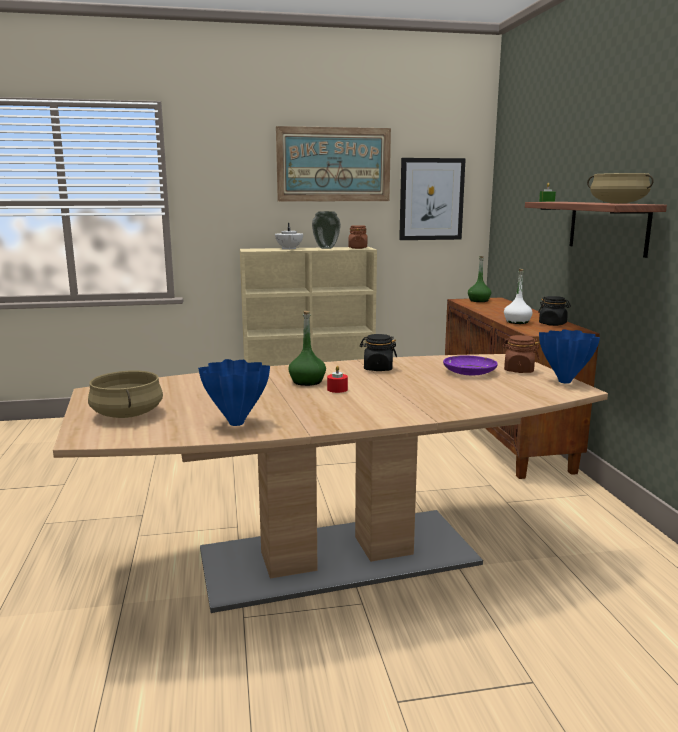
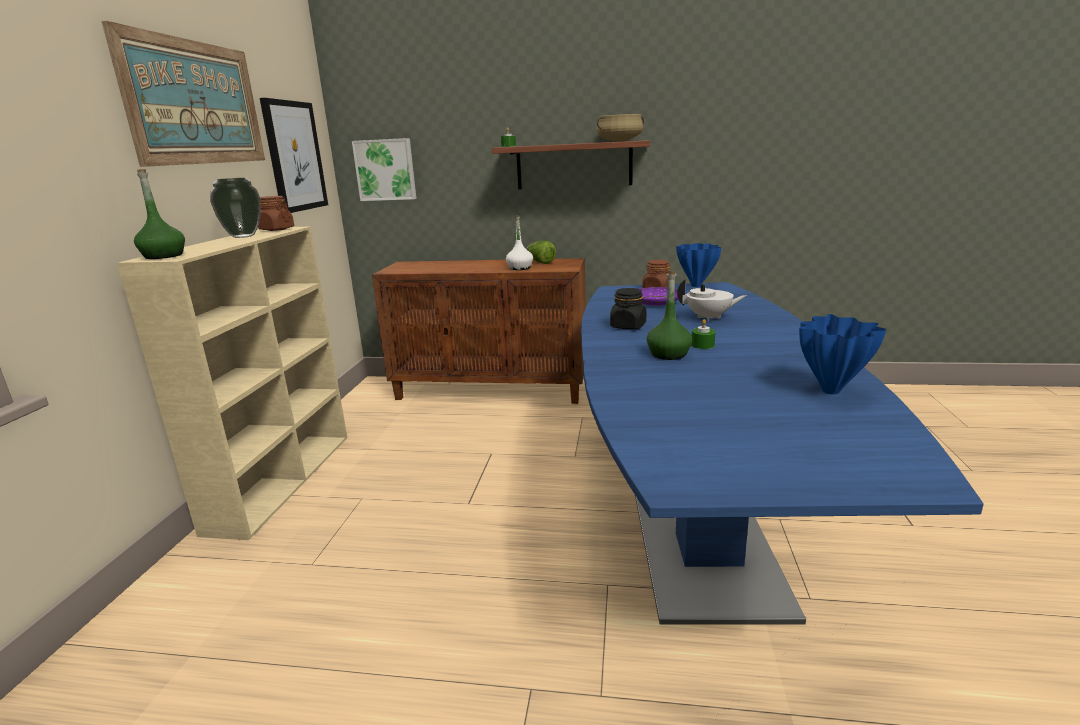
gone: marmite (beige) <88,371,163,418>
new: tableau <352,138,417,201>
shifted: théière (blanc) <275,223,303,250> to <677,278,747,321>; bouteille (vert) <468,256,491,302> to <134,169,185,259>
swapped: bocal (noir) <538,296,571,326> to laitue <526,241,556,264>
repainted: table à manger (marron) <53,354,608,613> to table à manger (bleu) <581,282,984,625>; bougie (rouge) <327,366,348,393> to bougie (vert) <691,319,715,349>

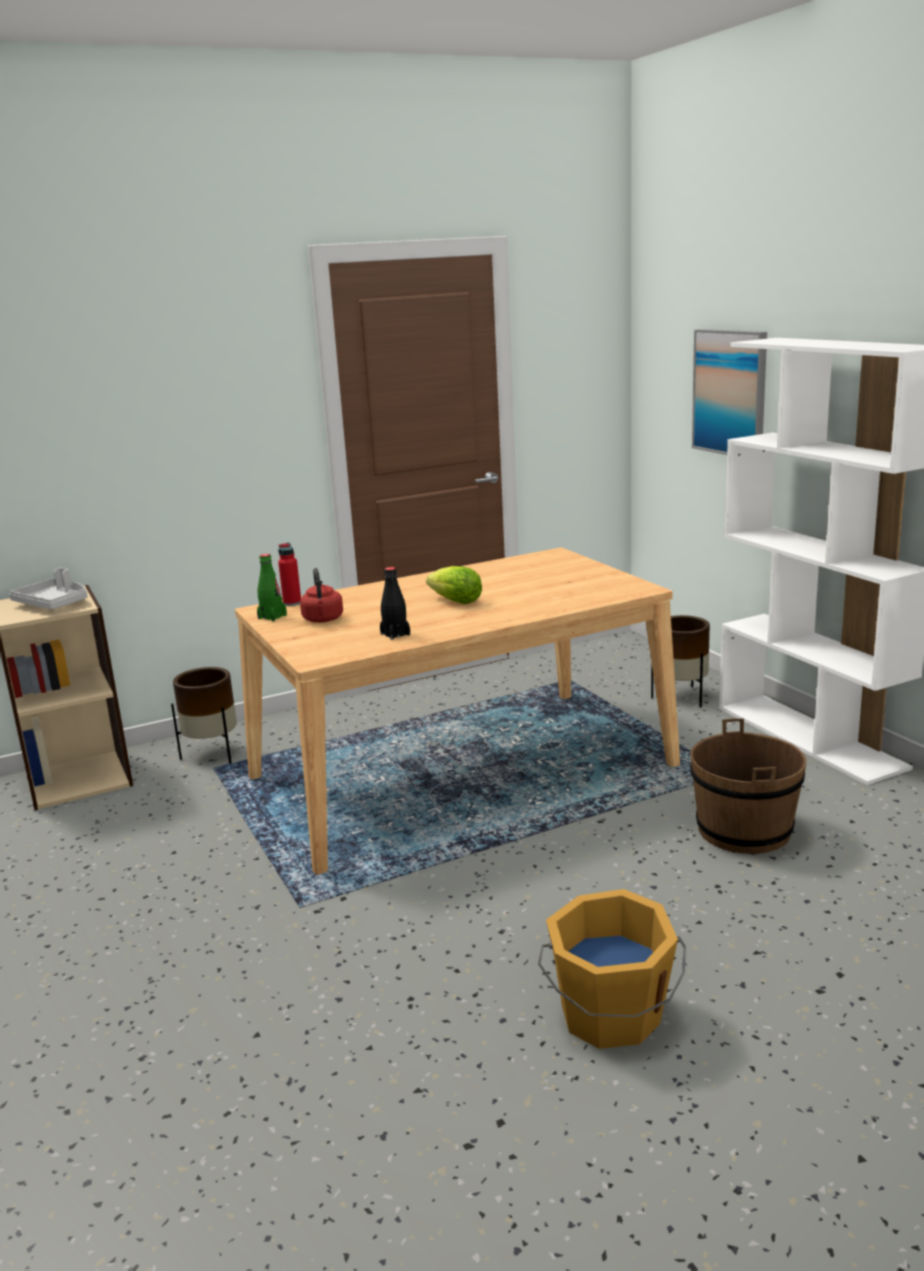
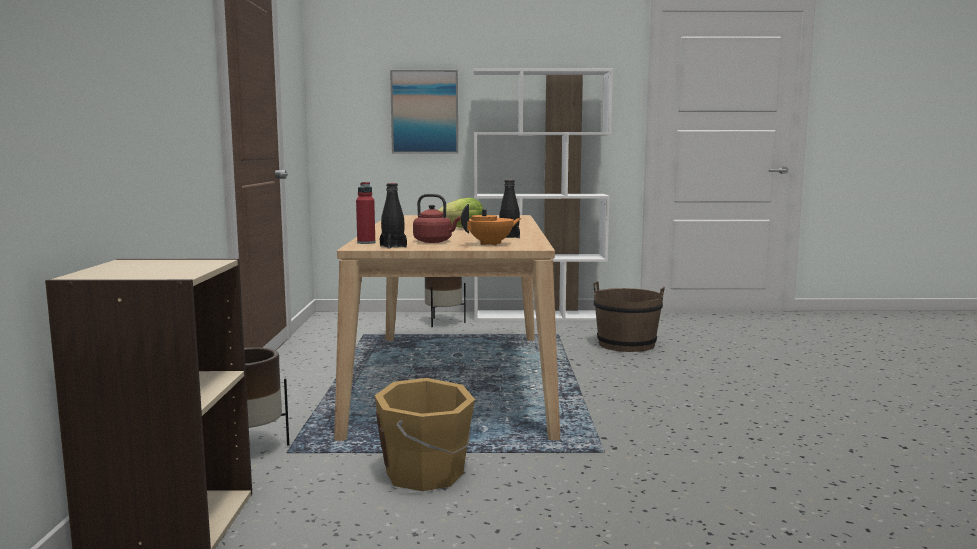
gone: plateau (gris) <9,568,88,609>
new: théière (orange) <461,204,521,246>
shifted: seau (orange) <538,889,686,1049> to <374,378,475,491>
repainted: bouteille (vert) <257,554,287,621> to bouteille (noir) <380,183,407,249>

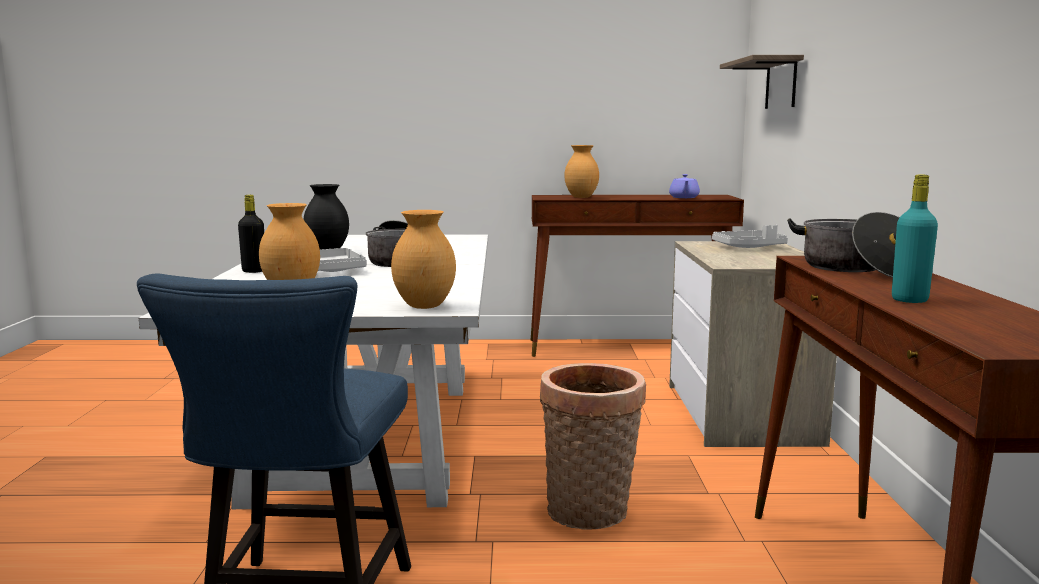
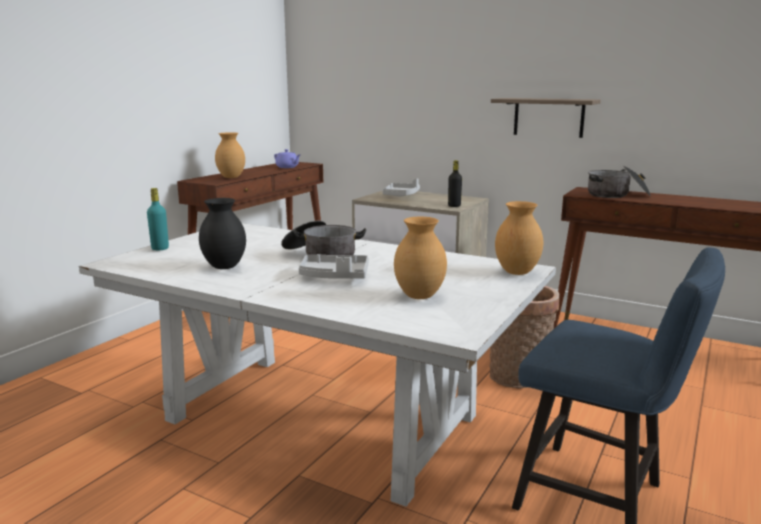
shifted: étagère <720,55,804,109> to <491,98,601,138>; bouteille (turquoise) <892,175,938,303> to <147,188,169,250>; bouteille (noir) <238,195,264,273> to <448,160,462,207>

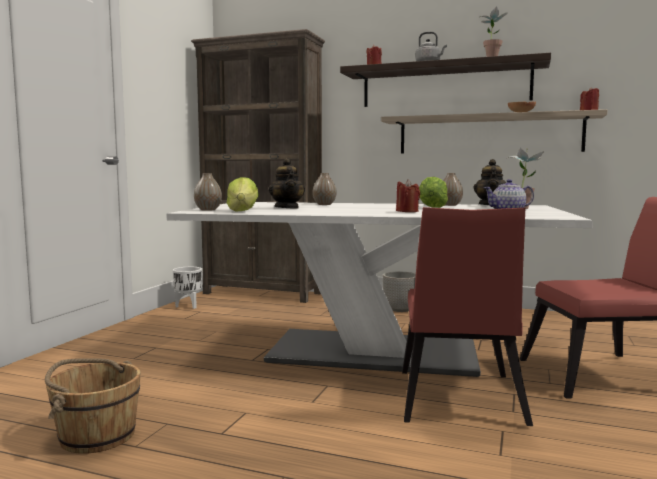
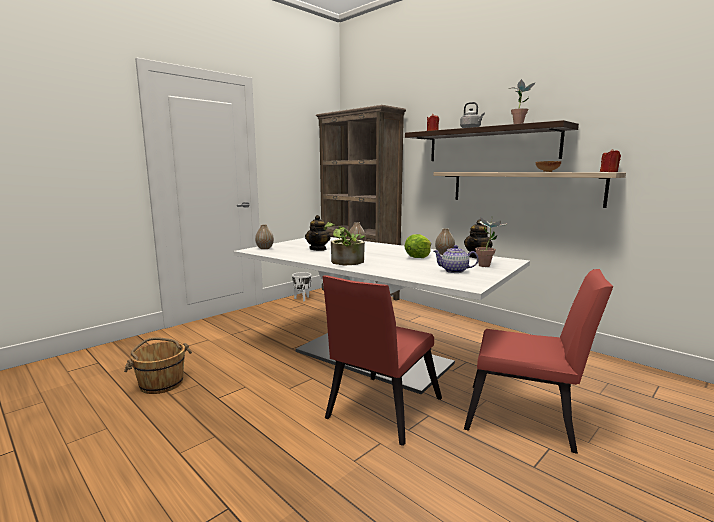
gone: laitue <227,177,259,212>; bougie (rouge) <396,179,420,212>; cache-pot <382,272,416,312>
new: plante en pot <323,222,365,266>

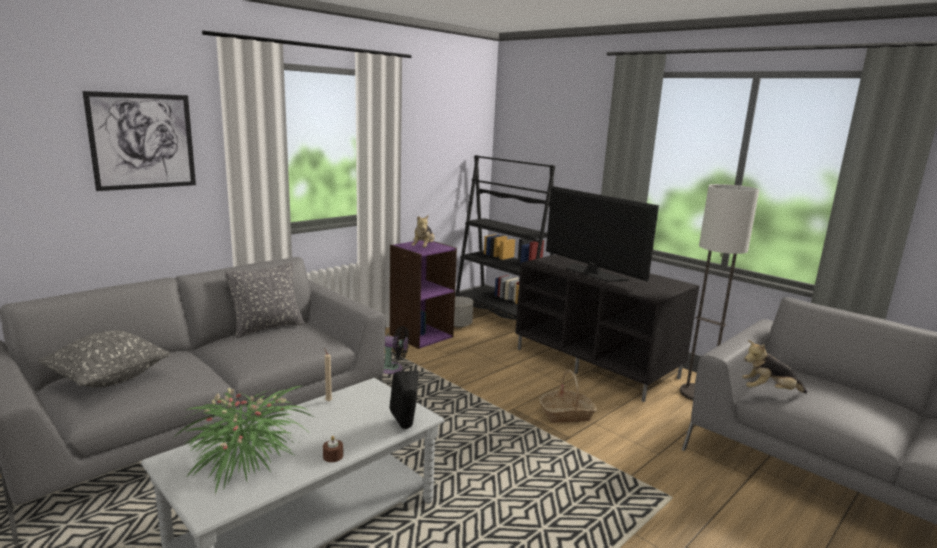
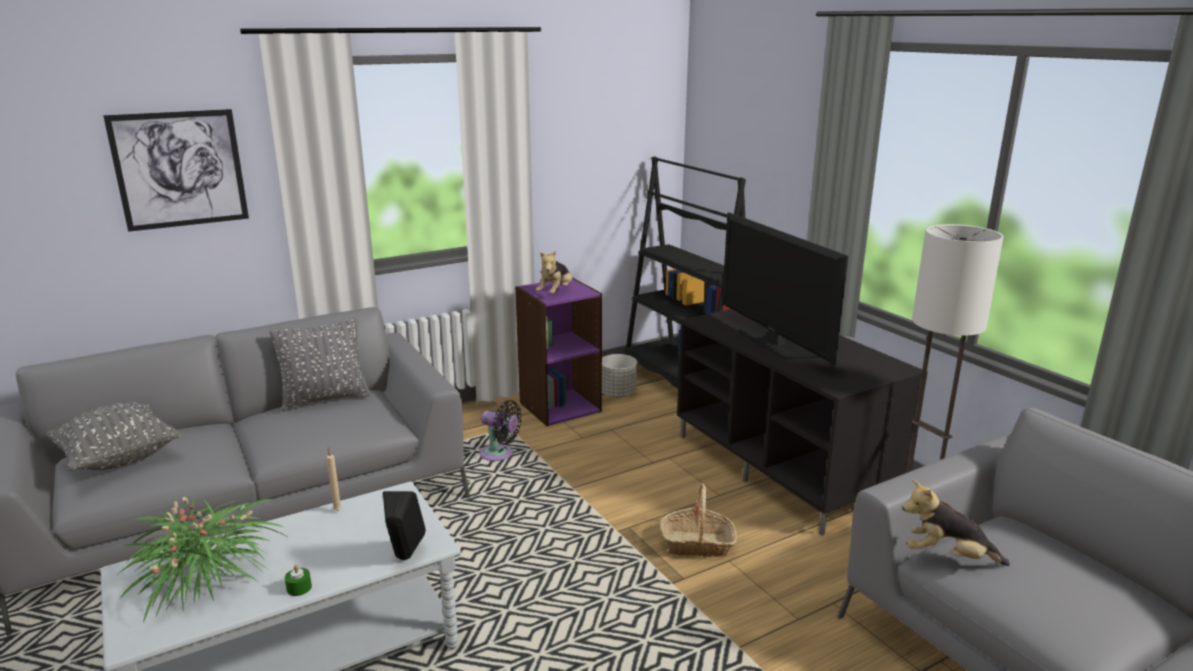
repainted: bougie (marron) <323,436,343,462> to bougie (vert) <285,564,312,596>

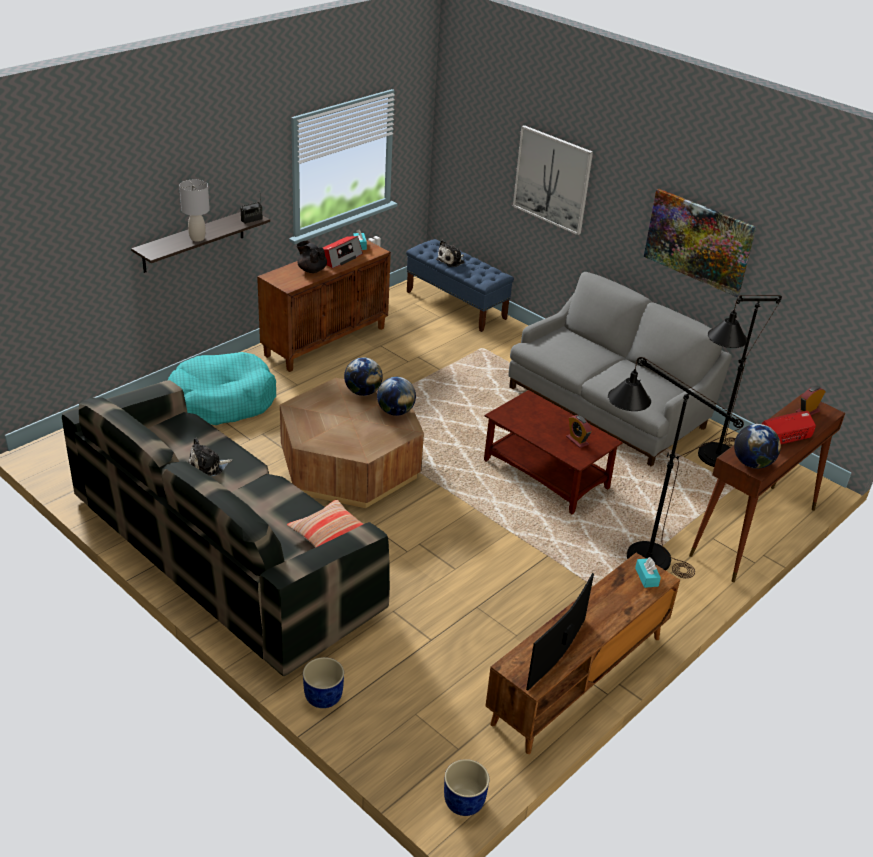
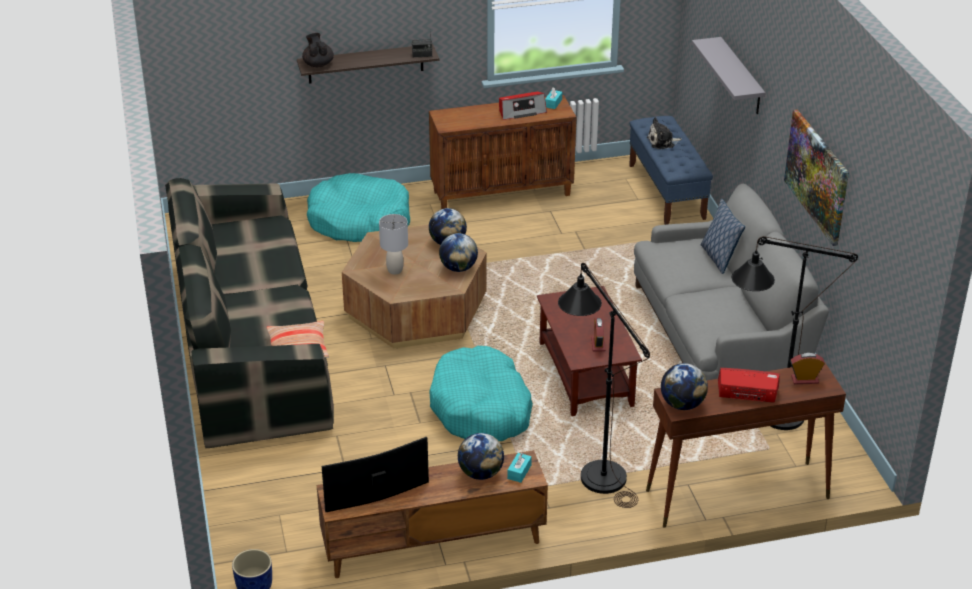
gone: peluche <188,438,232,477>; cache-pot (bleu) <303,657,344,708>
new: coussin <701,199,745,274>; panier pour chien (turquoise) <429,346,533,441>; globe <458,433,504,480>
shifted: lampe de table (gris) <179,180,210,242> to <379,214,408,274>; théière (noir) <297,241,327,273> to <302,33,334,67>
swapped: tableau <513,125,593,235> to étagère (gris) <692,37,765,114>

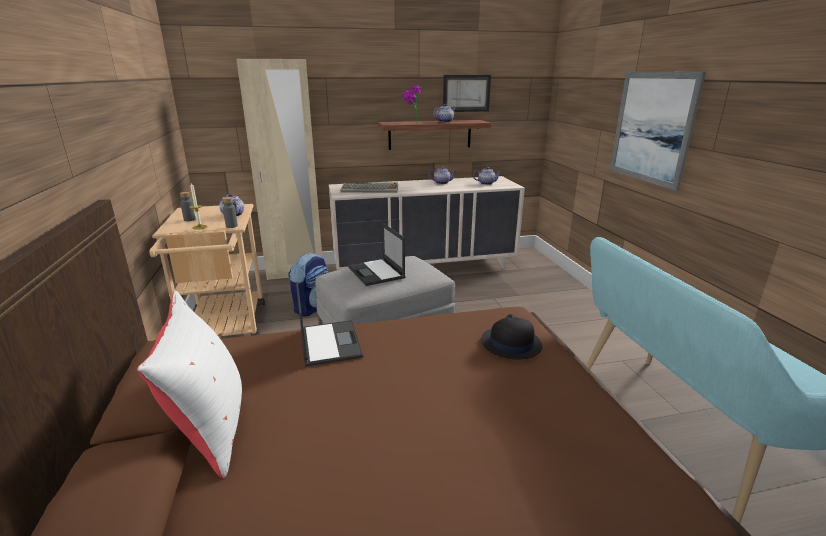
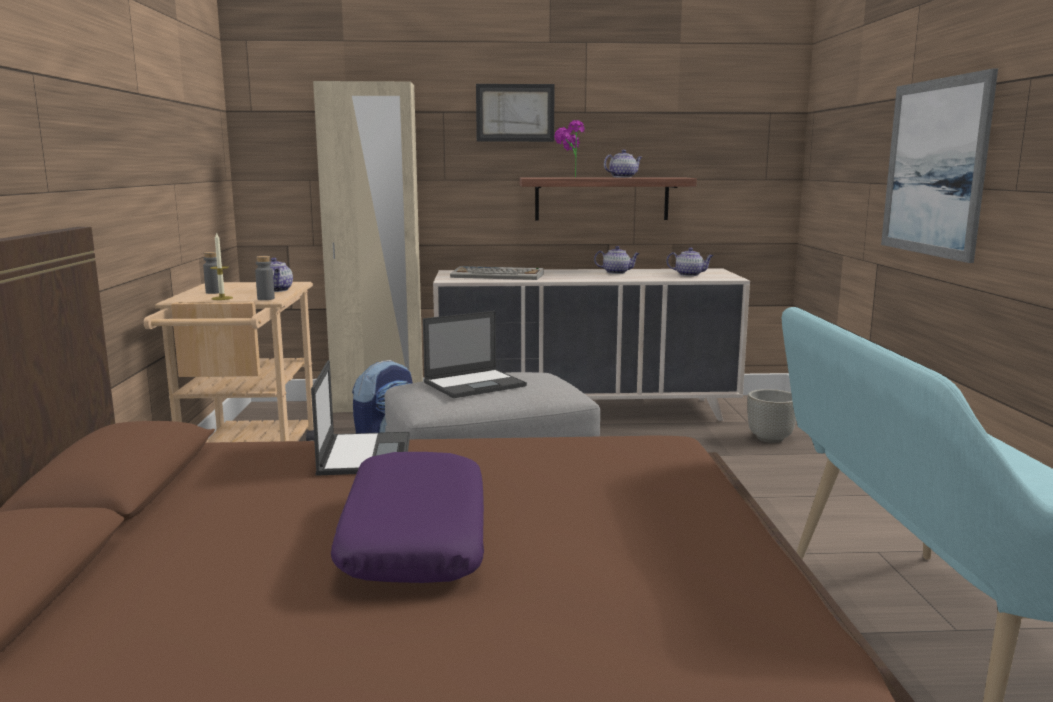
gone: coussin (blanc) <137,291,242,478>; chapeau (noir) <482,314,543,359>
new: cache-pot (gris) <747,389,796,443>; coussin (violet) <331,452,484,583>
shifted: tableau <443,75,491,112> to <476,84,555,142>
rotated: ordinateur portable <348,223,406,286> = <423,311,527,398> 105 degrees counterclockwise

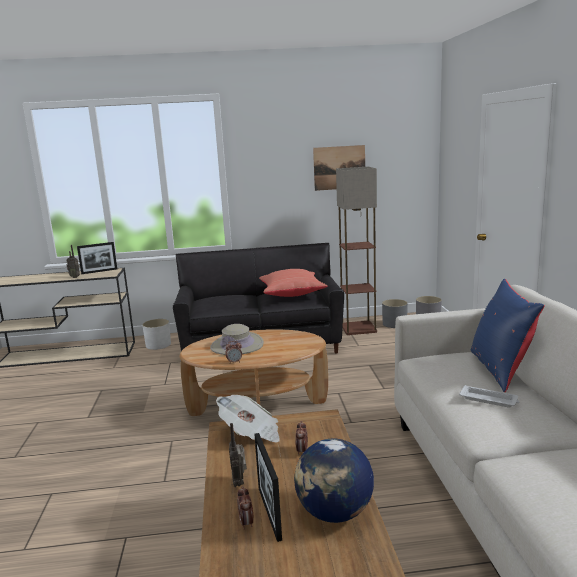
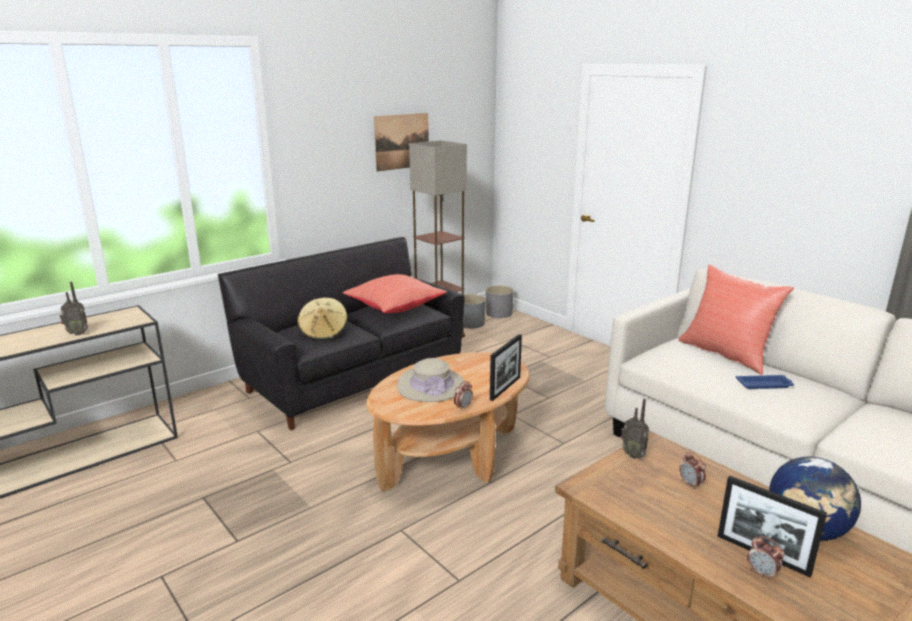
gone: cache-pot (blanc) <143,319,171,350>; journal <216,395,280,442>
new: chapeau (beige) <297,298,347,340>
shifted: cadre photo <77,242,117,274> to <490,334,522,401>; radio <229,423,247,487> to <621,399,649,459>
repainted: coussin (bleu) <471,279,545,392> to coussin (rouge) <679,264,794,375>; plateau (blanc) <459,385,520,408> to plateau (bleu) <736,375,794,389>

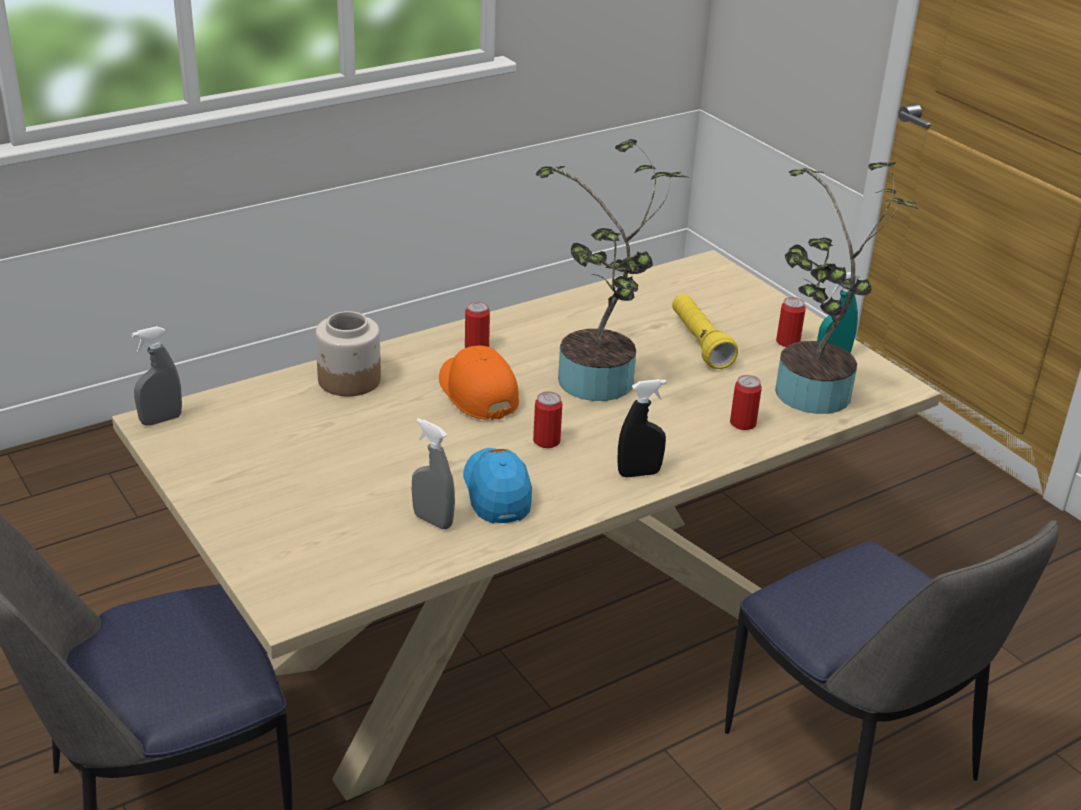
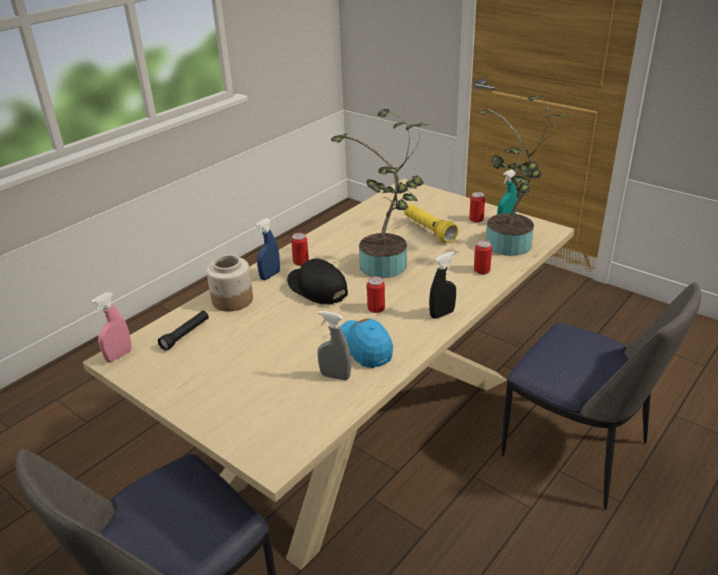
new: vaporisateur (bleu) <255,218,280,280>; lampe de poche (noir) <158,311,209,351>
repainted: vaporisateur (gris) <132,326,182,426> to vaporisateur (rose) <91,292,132,362>; casquette (orange) <439,345,519,420> to casquette (noir) <287,259,348,304>

